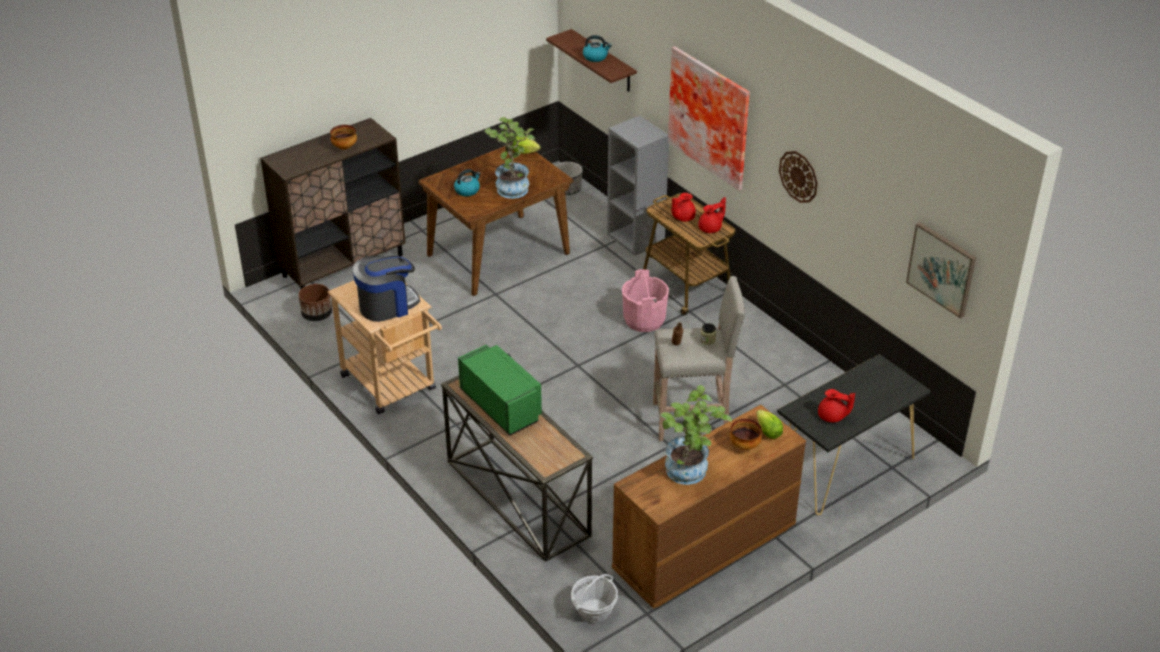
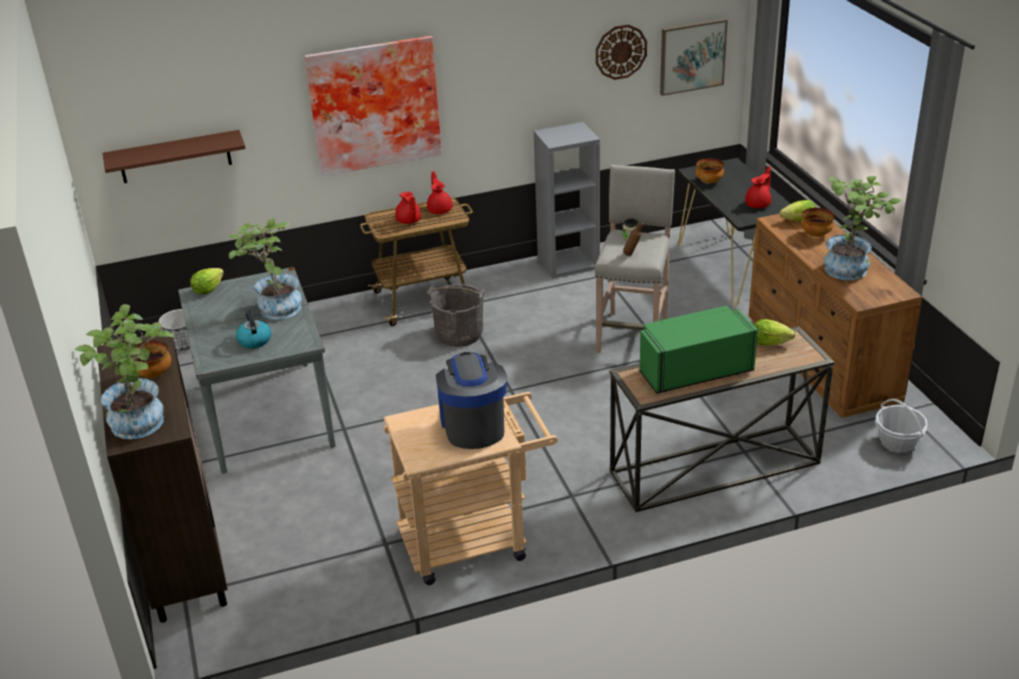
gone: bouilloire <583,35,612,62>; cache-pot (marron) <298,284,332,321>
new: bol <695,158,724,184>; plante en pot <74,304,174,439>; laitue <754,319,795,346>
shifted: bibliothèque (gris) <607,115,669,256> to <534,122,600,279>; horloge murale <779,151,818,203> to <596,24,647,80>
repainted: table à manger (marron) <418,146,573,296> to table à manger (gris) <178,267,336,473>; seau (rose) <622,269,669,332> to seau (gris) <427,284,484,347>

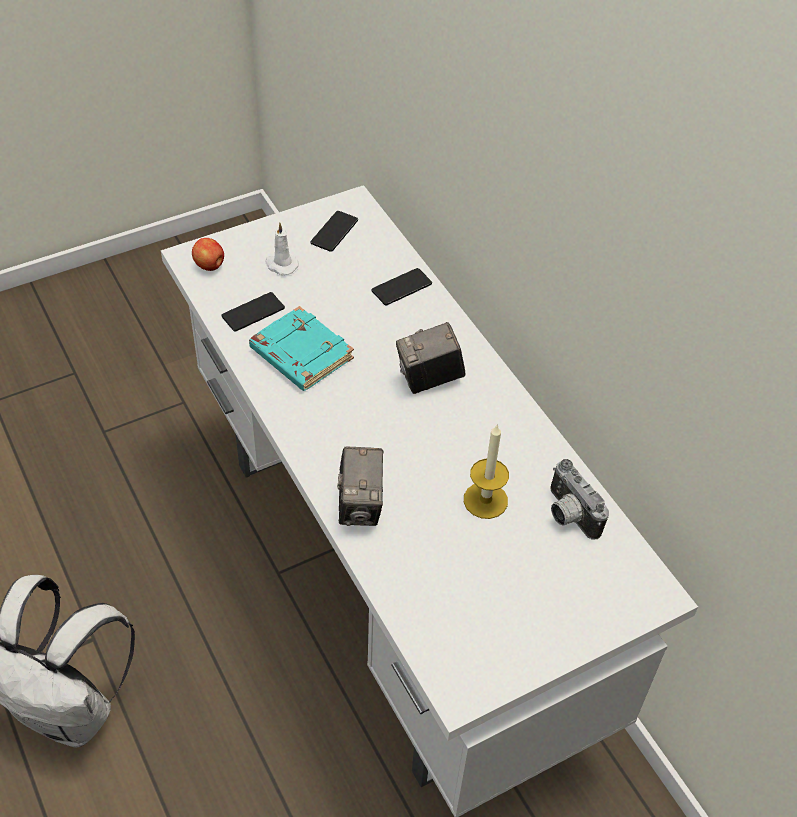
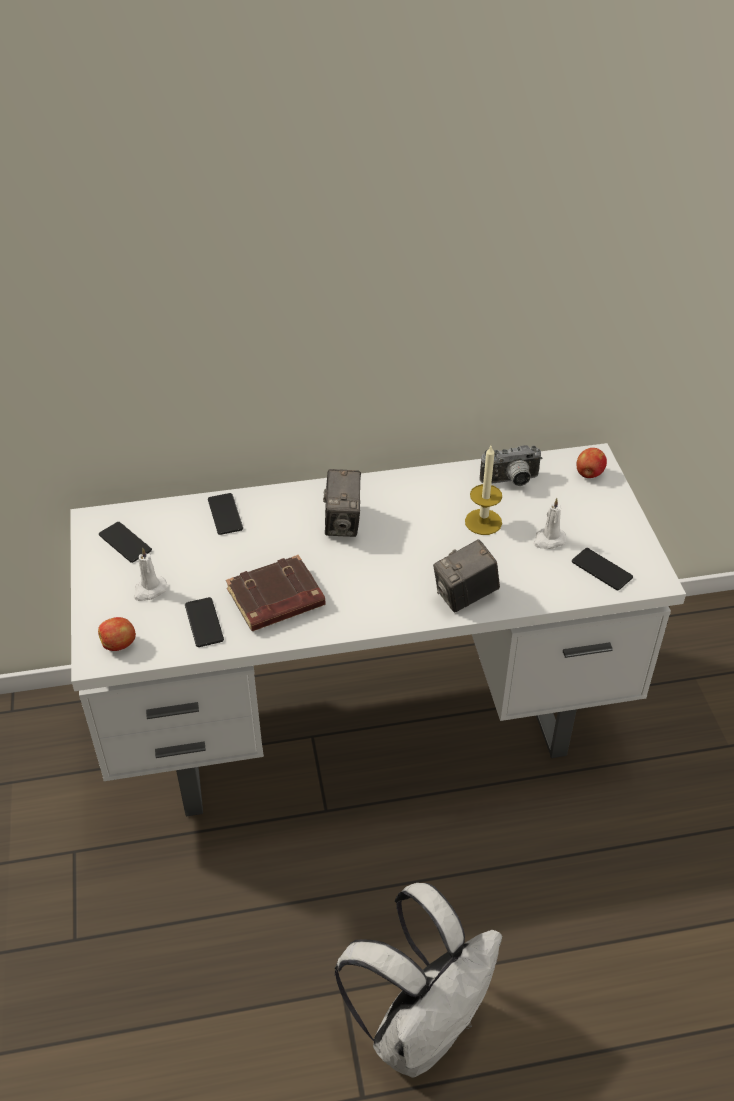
new: pomme <577,448,607,478>; bougie (blanc) <533,498,566,549>; téléphone <572,548,633,590>
repainted: livre (turquoise) <249,306,354,391> to livre (marron) <226,555,325,631>
rotated: appareil photo <337,447,384,526> = <433,539,500,612> 135 degrees clockwise

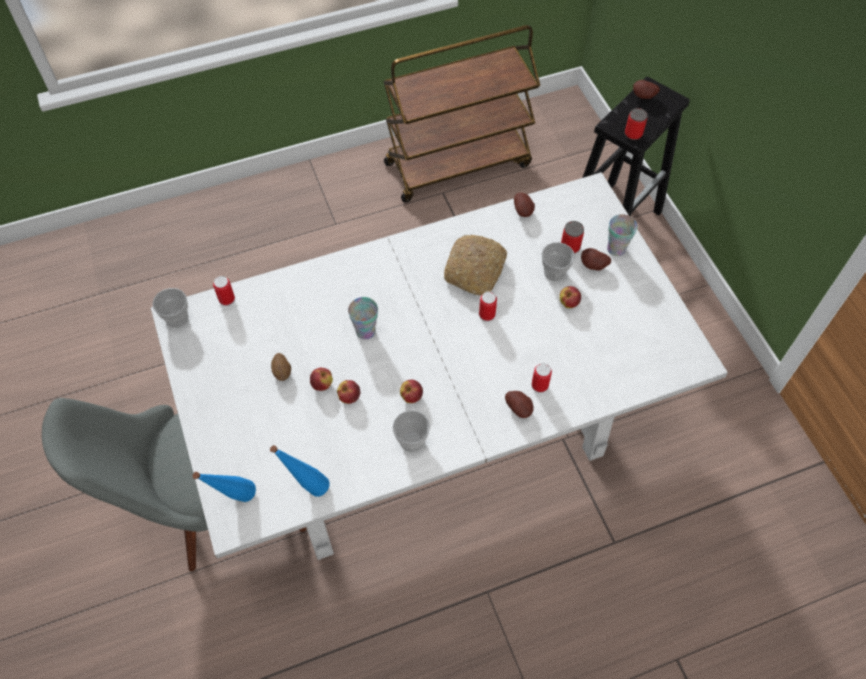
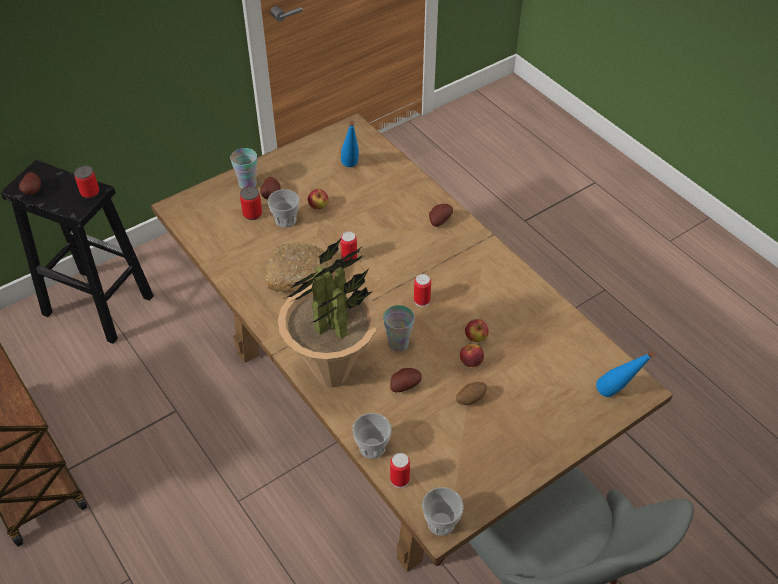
gone: pomme <400,380,423,403>
new: plante en pot <278,237,378,387>
shifted: pomme de terre <514,193,535,217> to <390,368,422,392>; boîte métallique <532,363,552,393> to <414,274,431,307>; tasse <393,410,430,452> to <352,413,392,459>; bouteille (bleu) <270,445,330,497> to <341,120,359,167>
repainted: table à manger (blanc) <151,172,728,560> to table à manger (marron) <151,113,673,572>

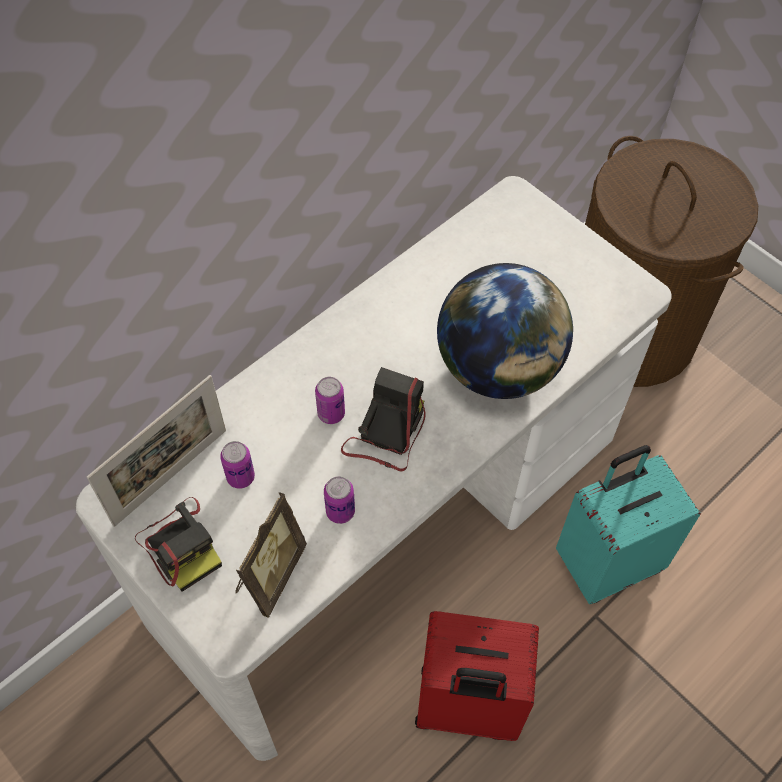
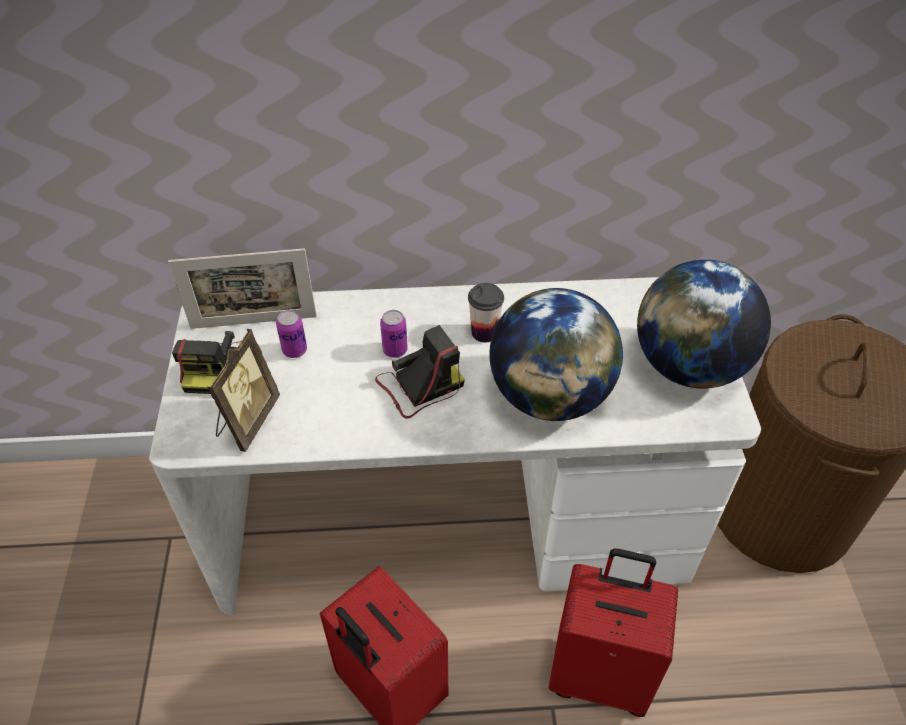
gone: boîte métallique <324,476,355,524>
new: globe <637,260,771,389>; tasse <468,283,504,343>
repainted: valise (turquoise) <556,445,701,604> to valise (rouge) <549,549,678,717>
rotated: cadre photo <235,492,307,618> = <208,329,280,452> 45 degrees counterclockwise

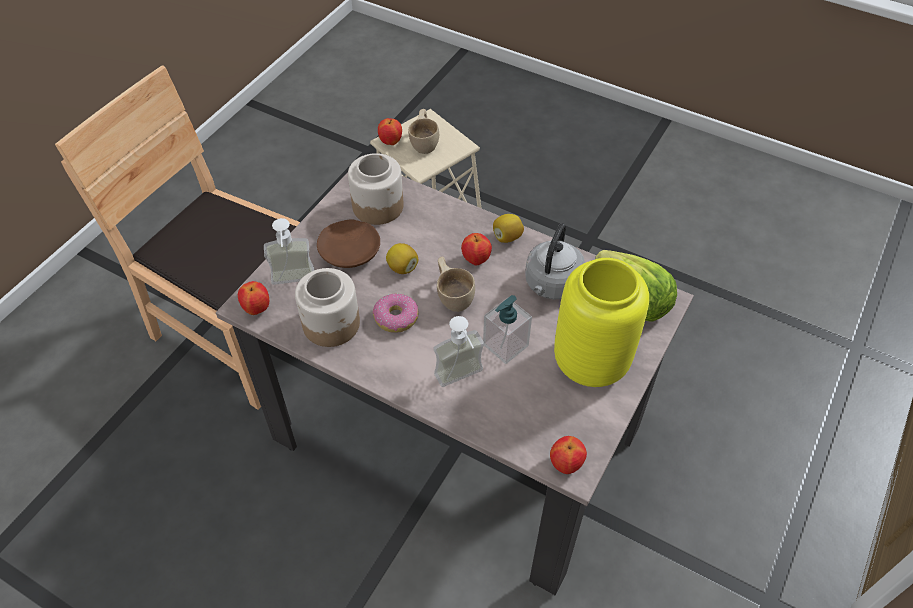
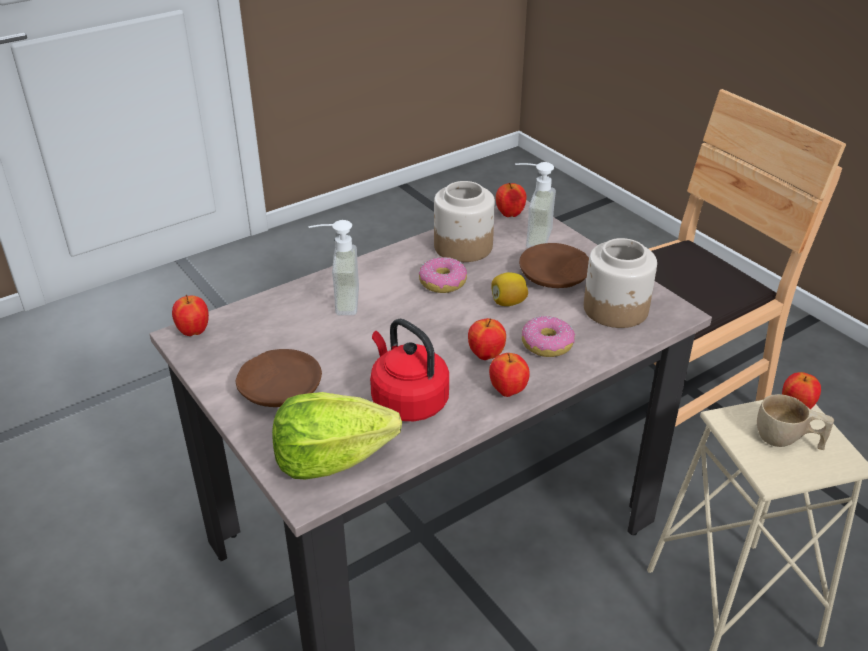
gone: tasse (beige) <437,257,475,312>; distributeur de savon <483,295,532,364>
new: beignet <522,316,575,357>
swapped: citron <493,214,524,243> to pomme <489,353,530,397>; vase (jaune) <554,258,649,387> to assiette (marron) <235,349,322,407>
repainted: bouilloire (gris) <525,223,585,300> to bouilloire (rouge) <370,318,449,421>

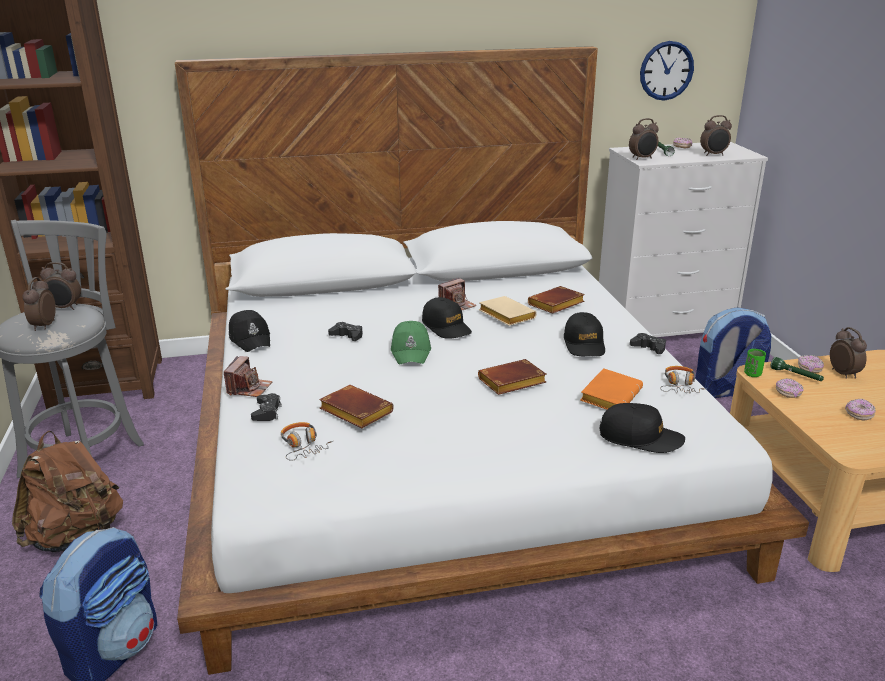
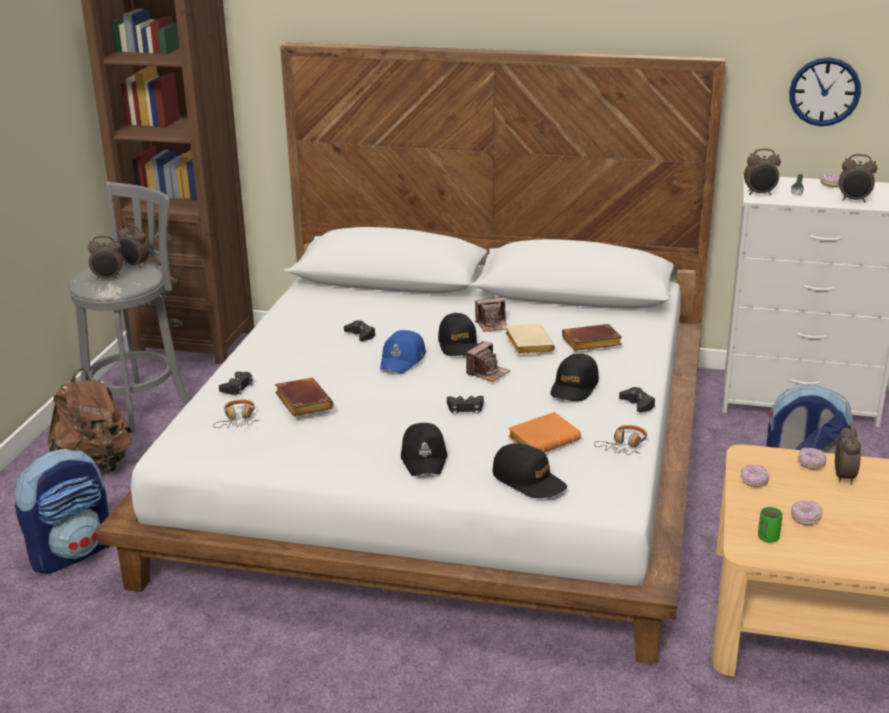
gone: lampe de poche (vert) <770,357,824,381>
shifted: casquette (noir) <229,310,270,352> to <401,423,448,476>; tasse (vert) <744,349,766,377> to <758,507,783,543>; appareil photo <224,356,273,397> to <466,341,510,382>
swapped: livre (marron) <478,359,547,395> to manette (noir) <447,396,484,414>
repainted: casquette (vert) <391,321,431,365> to casquette (bleu) <380,330,426,374>
rotated: réveil <22,277,56,331> = <88,236,123,280> 120 degrees counterclockwise

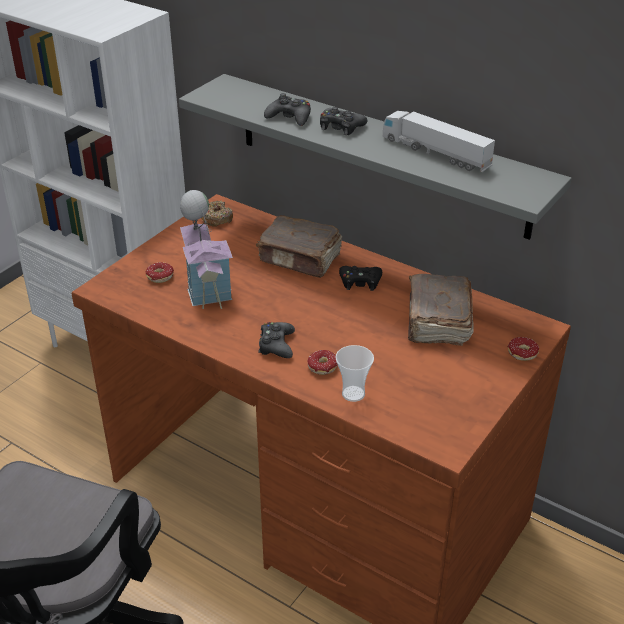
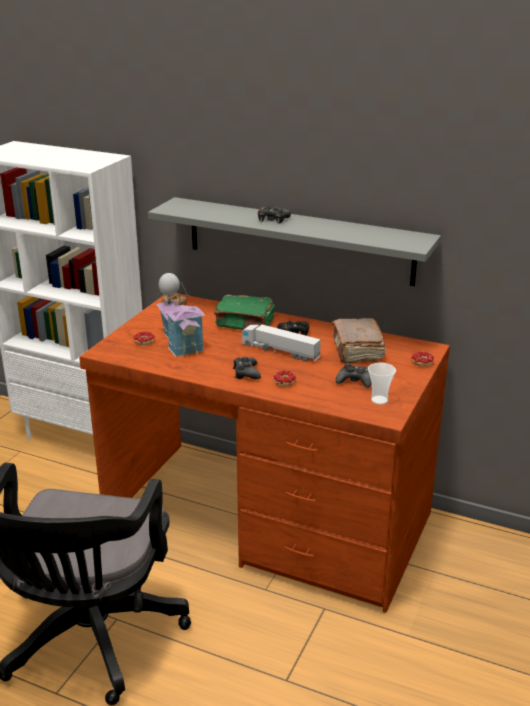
shifted: manette (noir) <264,93,311,126> to <336,363,371,388>; camion jouet <383,111,495,172> to <242,325,321,362>; tasse <335,345,374,402> to <368,363,396,405>
repainted: livre (marron) <256,215,342,278> to livre (vert) <214,295,275,330>

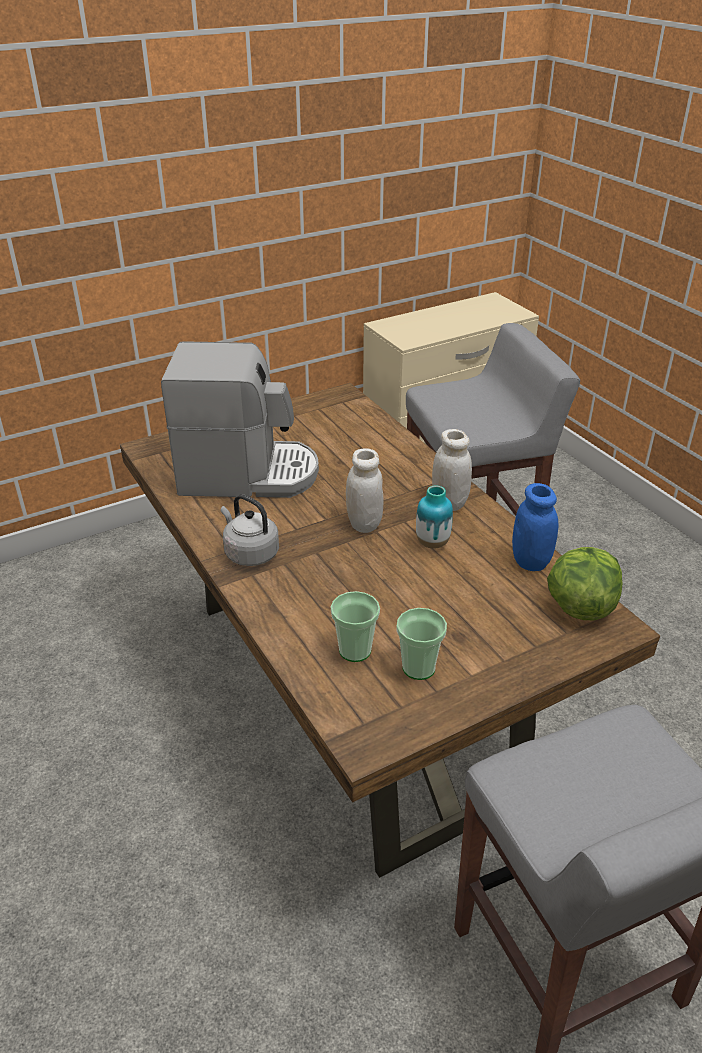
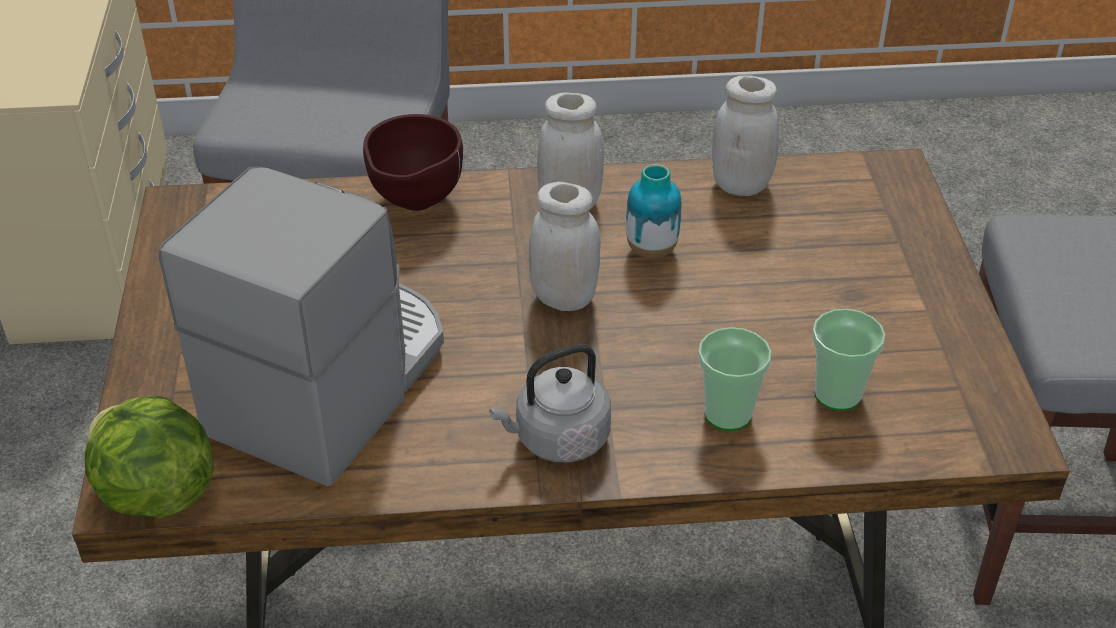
new: bol (marron) <363,114,463,211>
shifted: laitue <547,547,622,620> to <85,396,214,518>; tasse <397,608,447,680> to <698,327,771,431>
repainted: bocal (bleu) <512,483,558,571> to bocal (blanc) <712,75,779,196>

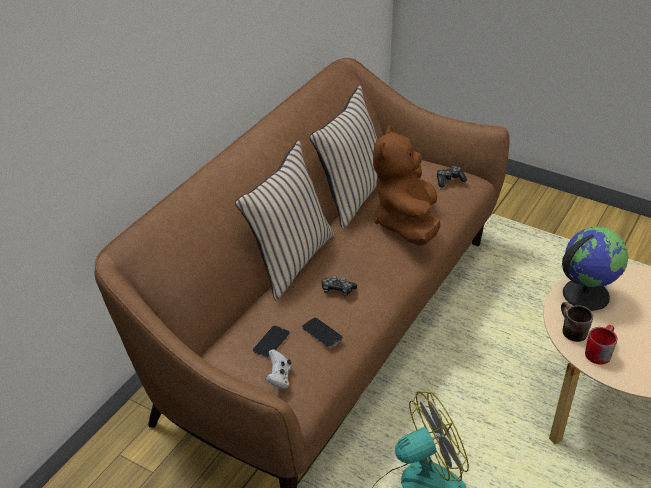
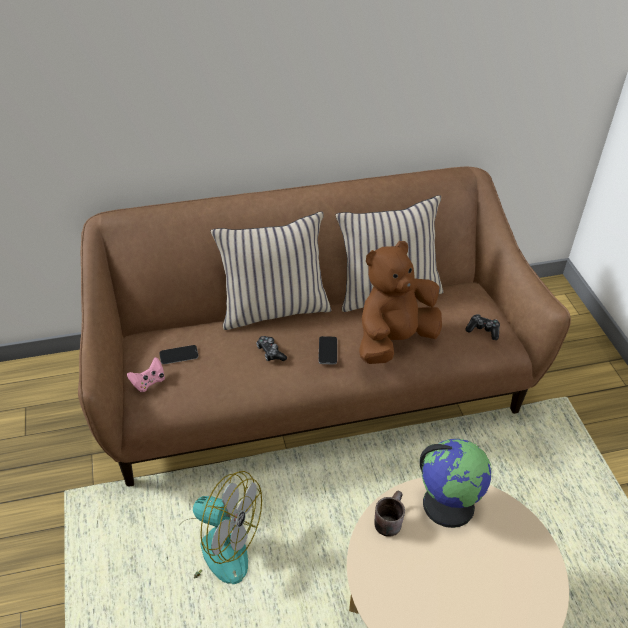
gone: mug (rouge) <585,325,617,365>
shifted: téléphone <302,318,343,348> to <318,336,337,365>
repainted: manette (blanc) <265,349,291,389> to manette (rose) <127,357,165,392>

